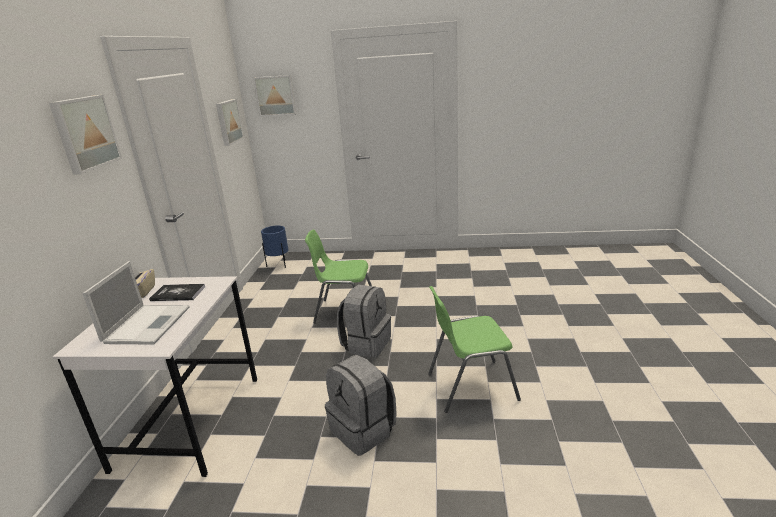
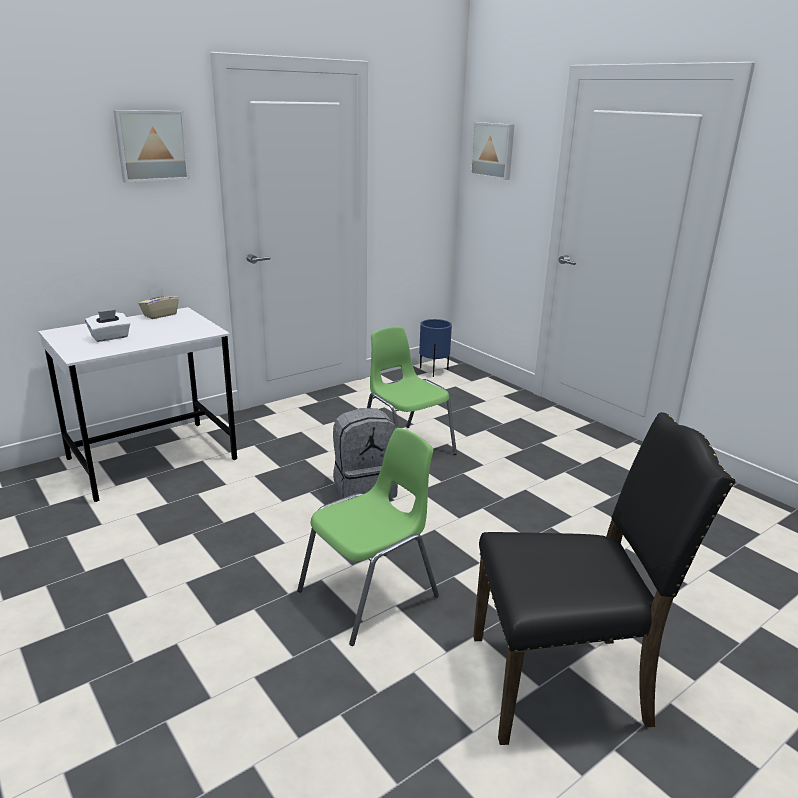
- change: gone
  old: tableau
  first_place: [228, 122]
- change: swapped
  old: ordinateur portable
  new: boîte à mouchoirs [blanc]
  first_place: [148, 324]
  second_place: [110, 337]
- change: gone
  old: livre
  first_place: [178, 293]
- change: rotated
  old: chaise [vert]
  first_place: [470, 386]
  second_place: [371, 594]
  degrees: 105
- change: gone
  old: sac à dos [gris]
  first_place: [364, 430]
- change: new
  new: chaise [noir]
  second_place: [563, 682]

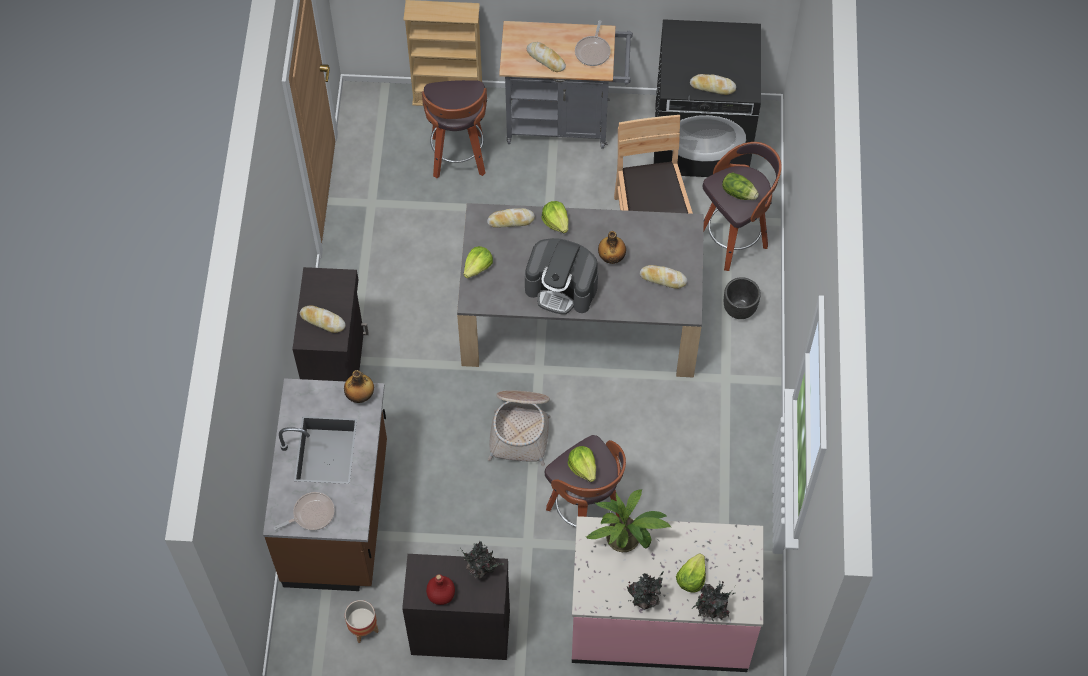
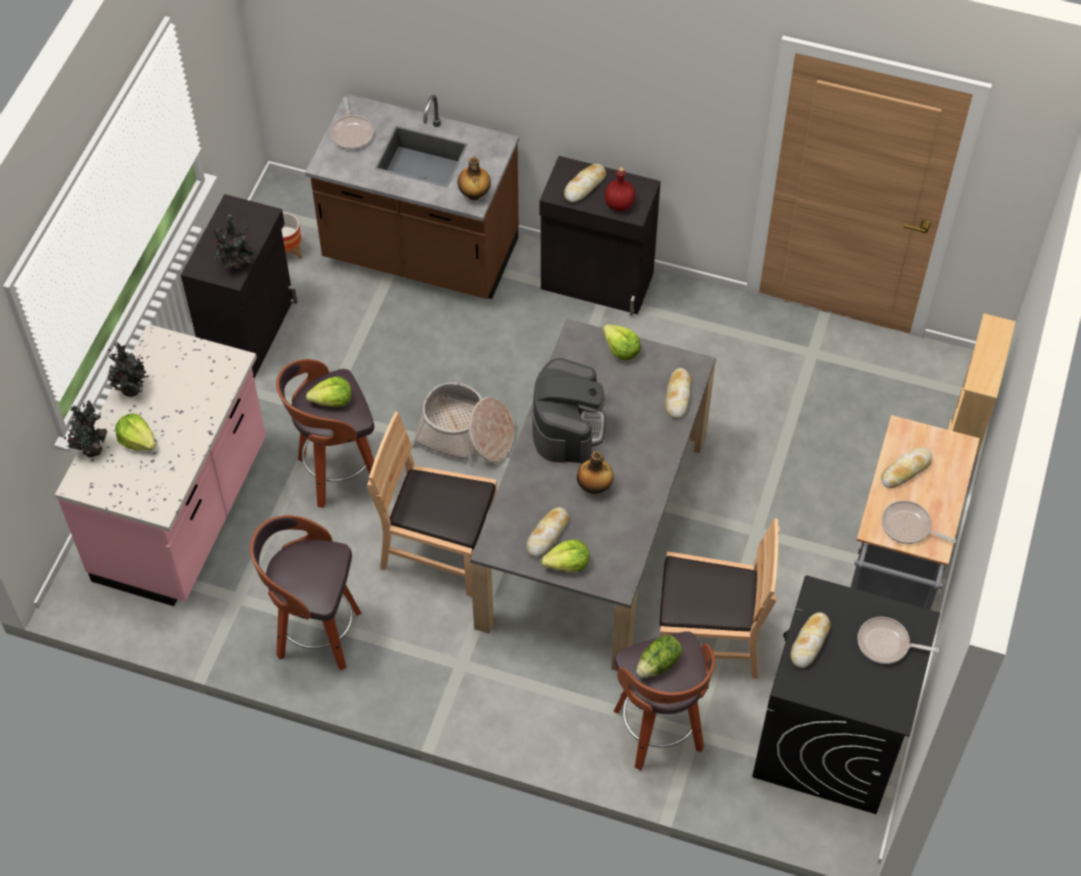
- change: shifted
  old: tabouret
  first_place: [458, 157]
  second_place: [316, 634]
- change: shifted
  old: laitue
  first_place: [556, 222]
  second_place: [568, 564]
- change: rotated
  old: machine à café
  first_place: [562, 287]
  second_place: [567, 426]
  degrees: 150
- change: gone
  old: cache-pot [noir]
  first_place: [740, 309]
- change: gone
  old: plante en pot
  first_place: [627, 539]
- change: shifted
  old: bouteille [rouge]
  first_place: [440, 594]
  second_place: [619, 204]
- change: new
  new: chaise [marron]
  second_place: [439, 549]
- change: new
  new: poêle
  second_place: [886, 644]

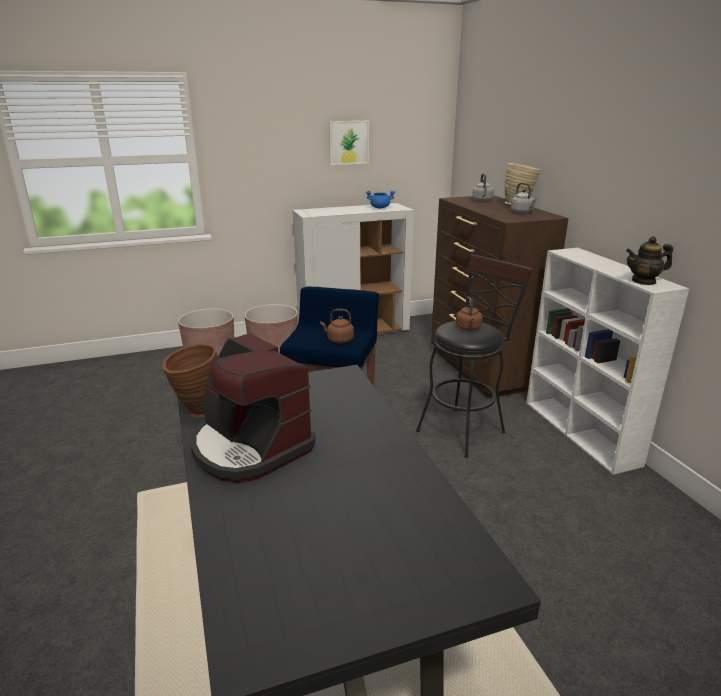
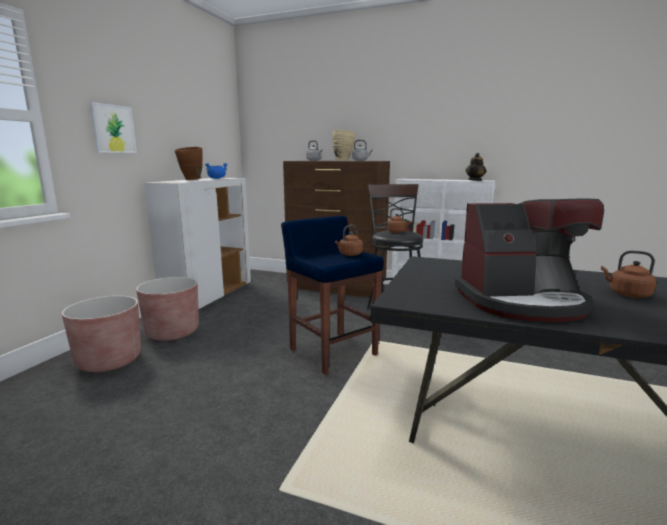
- change: shifted
  old: tableau
  first_place: [348, 142]
  second_place: [113, 129]
- change: shifted
  old: vase [marron]
  first_place: [197, 412]
  second_place: [191, 179]
- change: new
  new: bouilloire [marron]
  second_place: [627, 294]

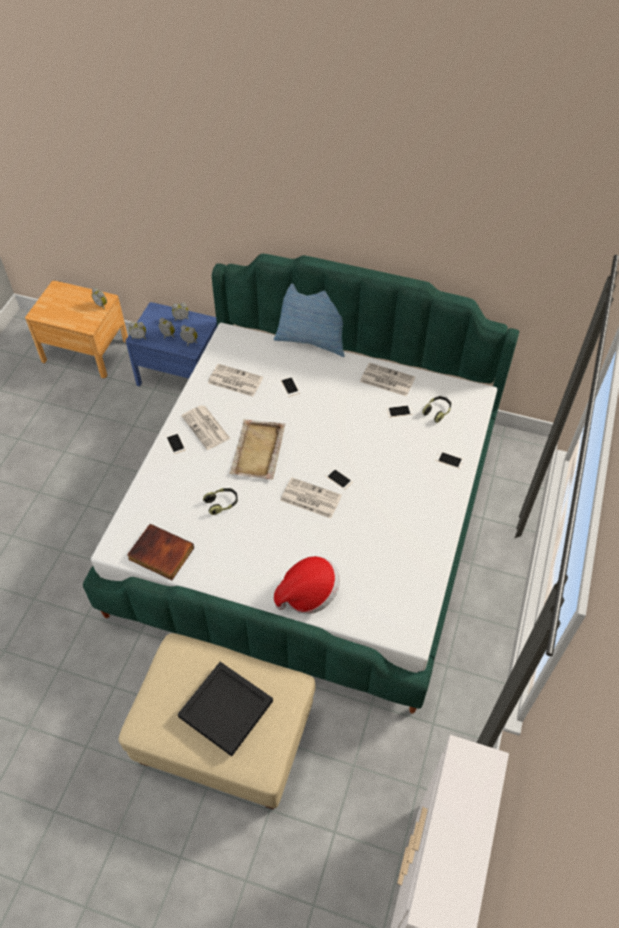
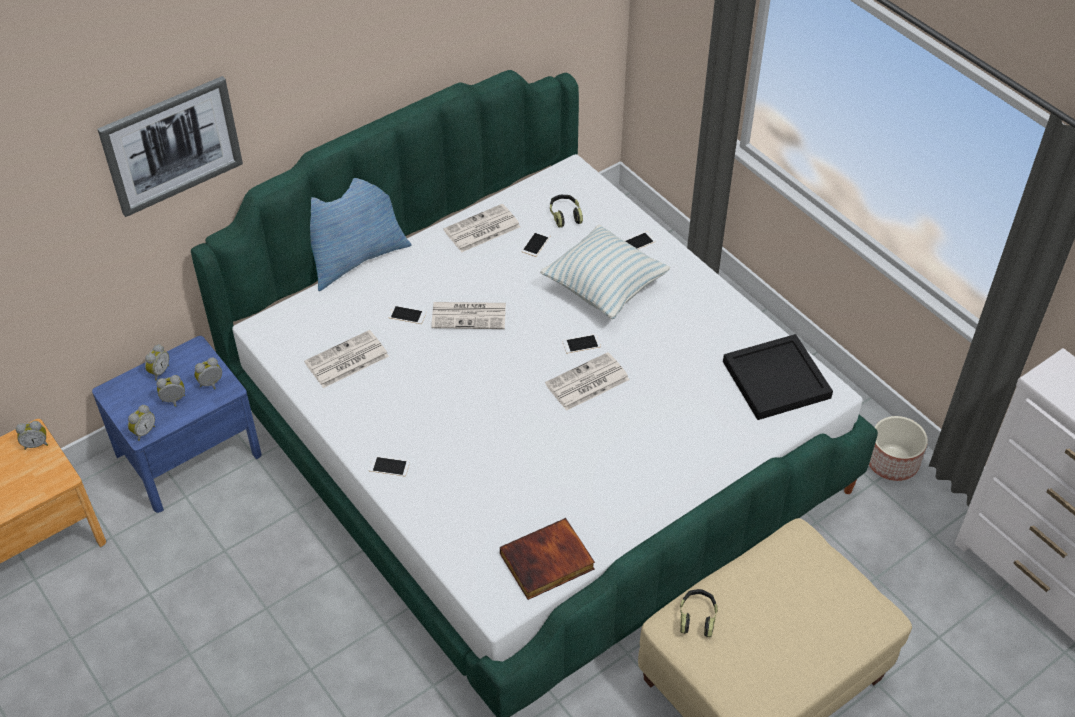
- change: shifted
  old: journal
  first_place: [206, 428]
  second_place: [470, 315]
- change: gone
  old: plateau [beige]
  first_place: [257, 451]
- change: shifted
  old: casque audio
  first_place: [222, 503]
  second_place: [697, 617]
- change: gone
  old: chapeau
  first_place: [308, 593]
- change: shifted
  old: plateau [noir]
  first_place: [227, 709]
  second_place: [776, 379]
- change: new
  new: tableau
  second_place: [172, 145]
- change: new
  new: coussin
  second_place: [604, 289]
- change: new
  new: cache-pot
  second_place: [893, 462]

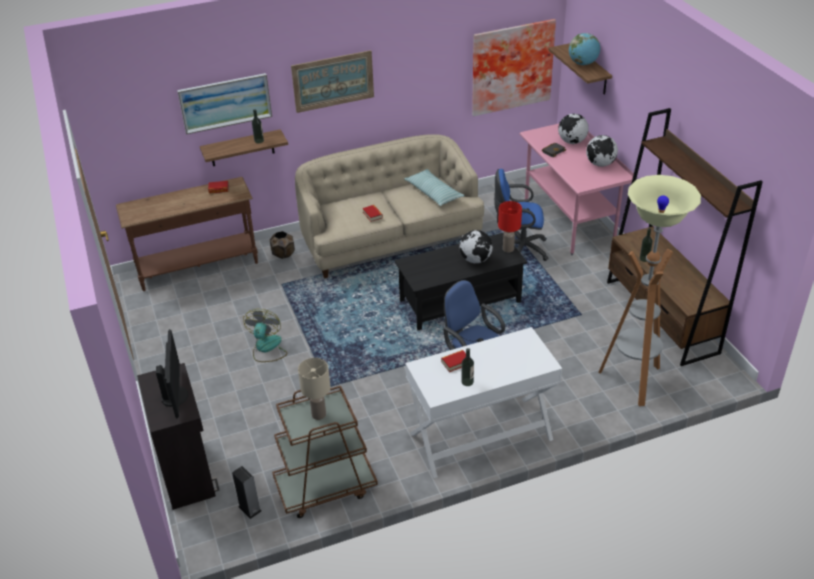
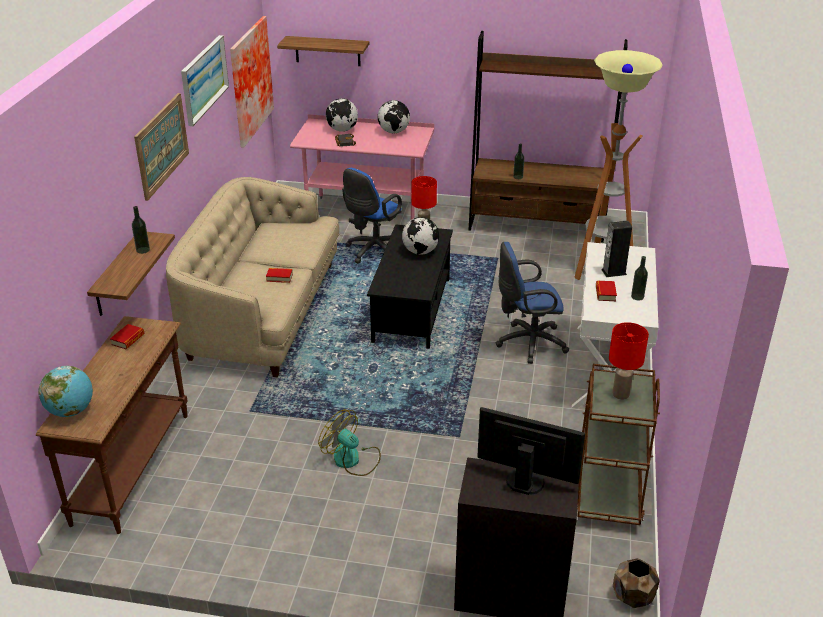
- change: shifted
  old: globe
  first_place: [583, 64]
  second_place: [71, 411]
- change: shifted
  old: tableau
  first_place: [225, 102]
  second_place: [204, 79]
- change: gone
  old: coussin
  first_place: [433, 193]
- change: shifted
  old: cache-pot [marron]
  first_place: [283, 254]
  second_place: [633, 597]
- change: repainted
  old: lampe de table [beige]
  new: lampe de table [rouge]
  first_place: [318, 414]
  second_place: [620, 394]
- change: shifted
  old: enceinte
  first_place: [250, 508]
  second_place: [614, 272]

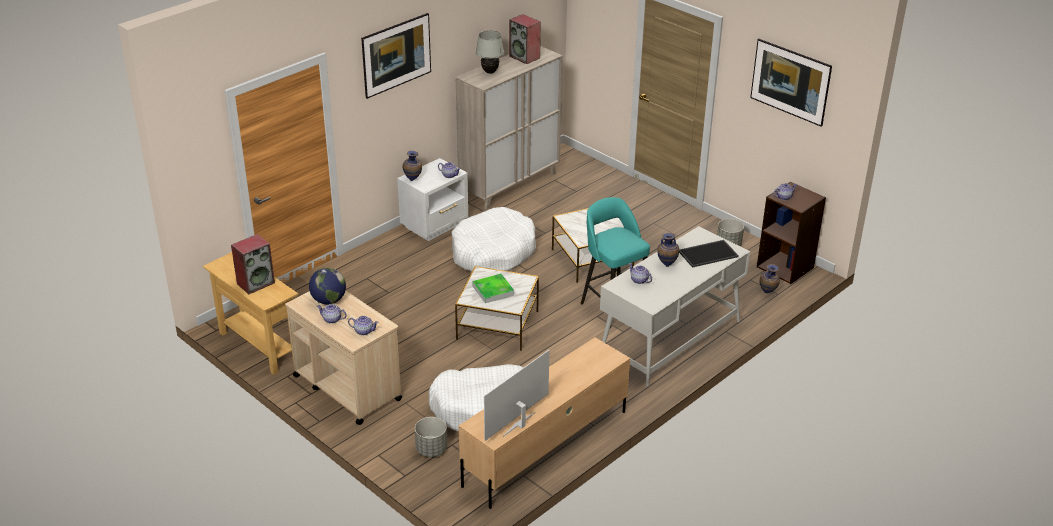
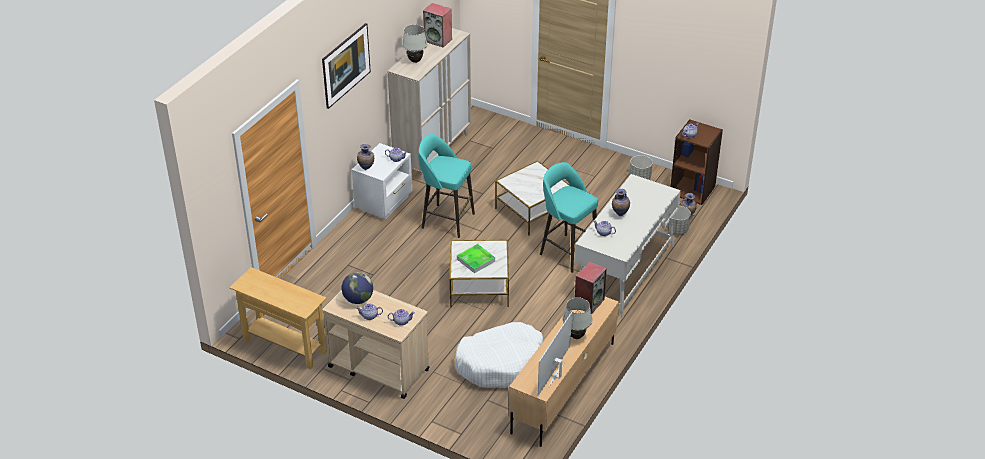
- change: gone
  old: tableau
  first_place: [788, 96]
- change: swapped
  old: panier pour chien [blanc]
  new: tabouret [turquoise]
  first_place: [493, 252]
  second_place: [446, 220]
- change: shifted
  old: enceinte
  first_place: [256, 283]
  second_place: [589, 302]
- change: gone
  old: plateau
  first_place: [708, 253]
- change: shifted
  old: cache-pot [gris]
  first_place: [431, 449]
  second_place: [677, 229]
- change: new
  new: lampe de table [blanc]
  second_place: [576, 336]

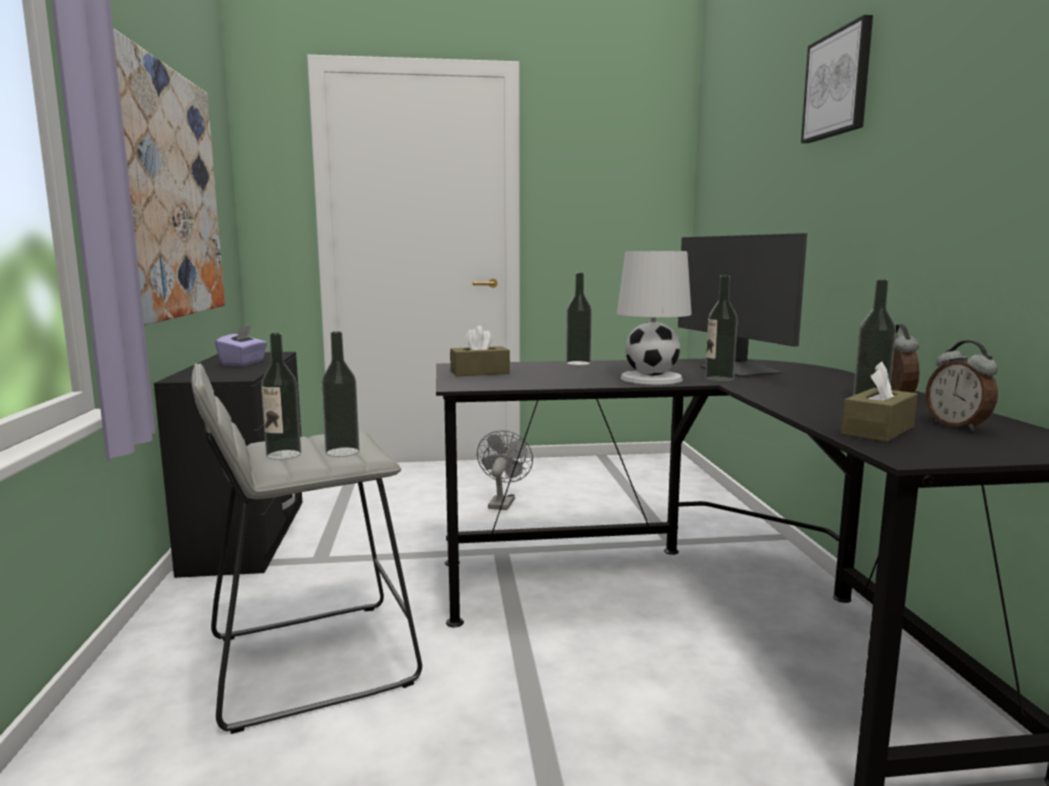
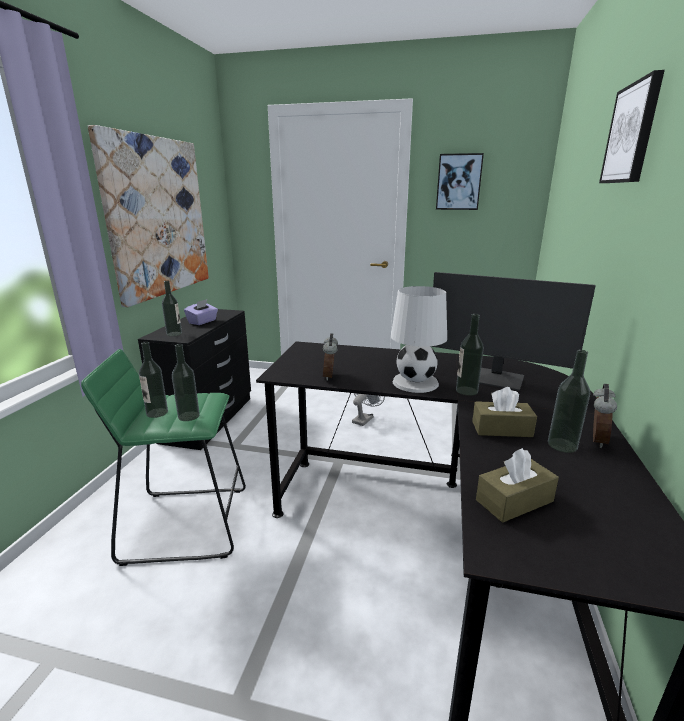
- change: rotated
  old: écran d'ordinateur
  first_place: [738, 370]
  second_place: [496, 379]
  degrees: -60
- change: shifted
  old: bouteille
  first_place: [578, 363]
  second_place: [174, 334]
- change: shifted
  old: boîte à mouchoirs [marron]
  first_place: [480, 372]
  second_place: [501, 429]
- change: shifted
  old: réveil
  first_place: [958, 426]
  second_place: [330, 376]
- change: repainted
  old: tabouret [gris]
  new: tabouret [vert]
  first_place: [312, 660]
  second_place: [187, 522]
- change: new
  new: tableau
  second_place: [458, 182]

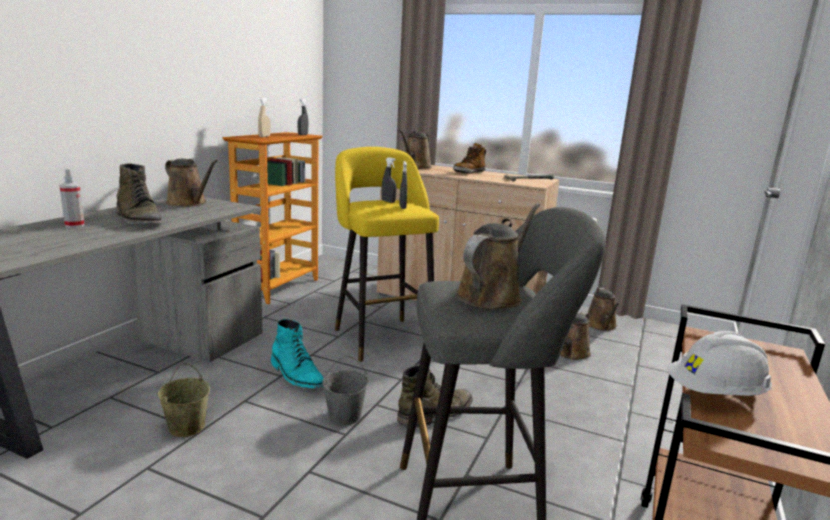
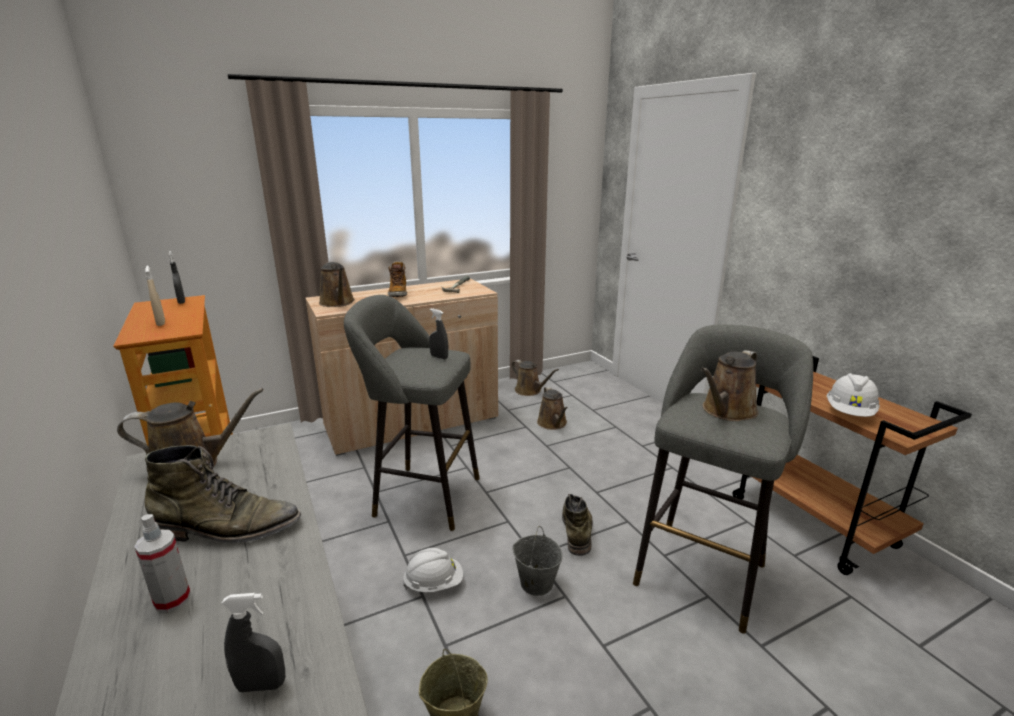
- change: repainted
  old: tabouret [jaune]
  new: tabouret [gris]
  first_place: [380, 336]
  second_place: [421, 495]
- change: shifted
  old: vaporisateur [gris]
  first_place: [388, 201]
  second_place: [261, 685]
- change: rotated
  old: arrosoir [marron]
  first_place: [492, 295]
  second_place: [727, 411]
  degrees: -120
- change: swapped
  old: botte [turquoise]
  new: casque de chantier [blanc]
  first_place: [296, 375]
  second_place: [434, 584]

